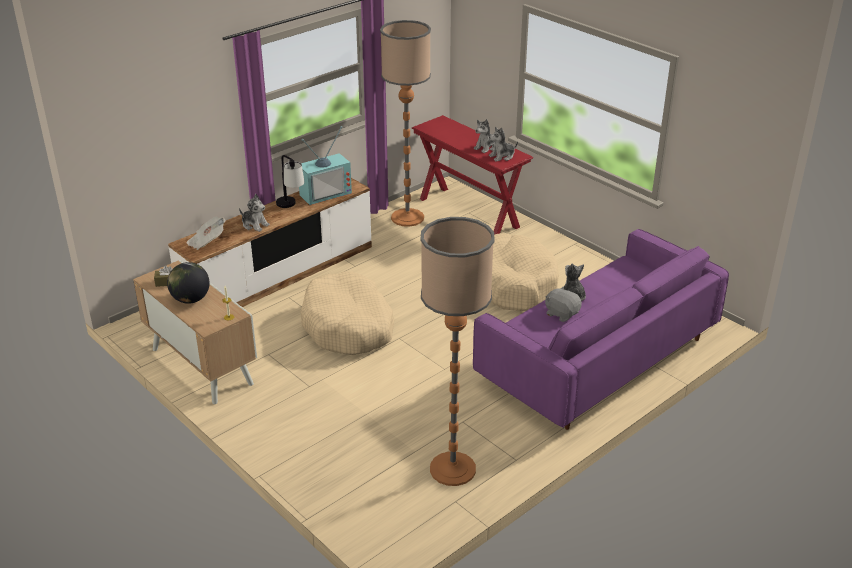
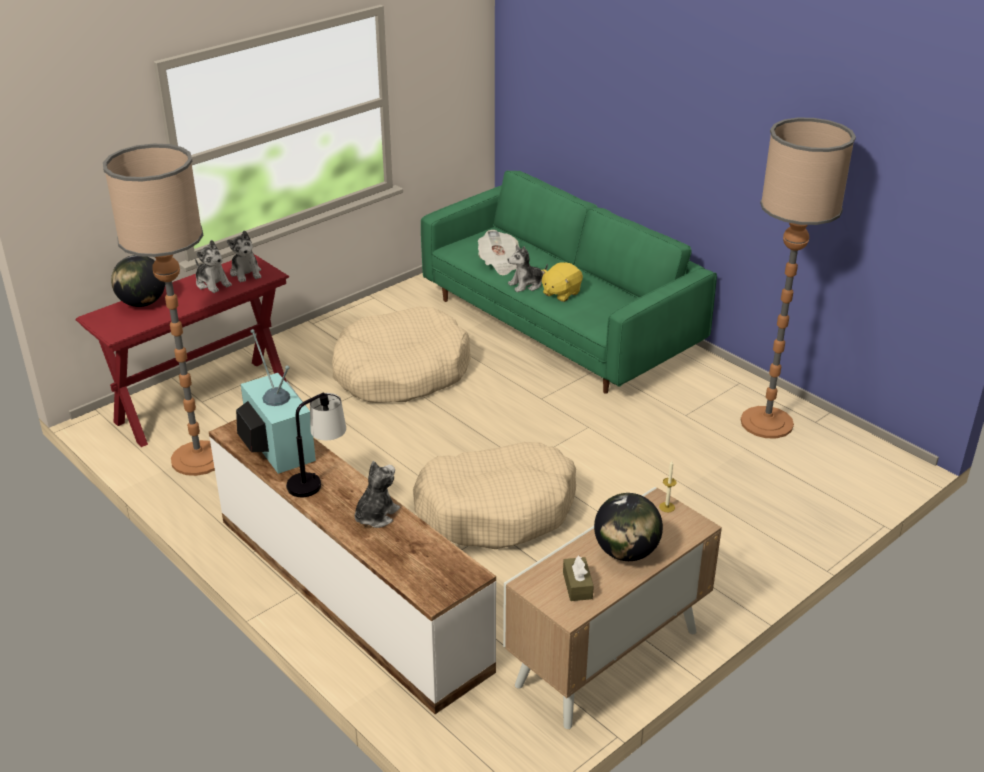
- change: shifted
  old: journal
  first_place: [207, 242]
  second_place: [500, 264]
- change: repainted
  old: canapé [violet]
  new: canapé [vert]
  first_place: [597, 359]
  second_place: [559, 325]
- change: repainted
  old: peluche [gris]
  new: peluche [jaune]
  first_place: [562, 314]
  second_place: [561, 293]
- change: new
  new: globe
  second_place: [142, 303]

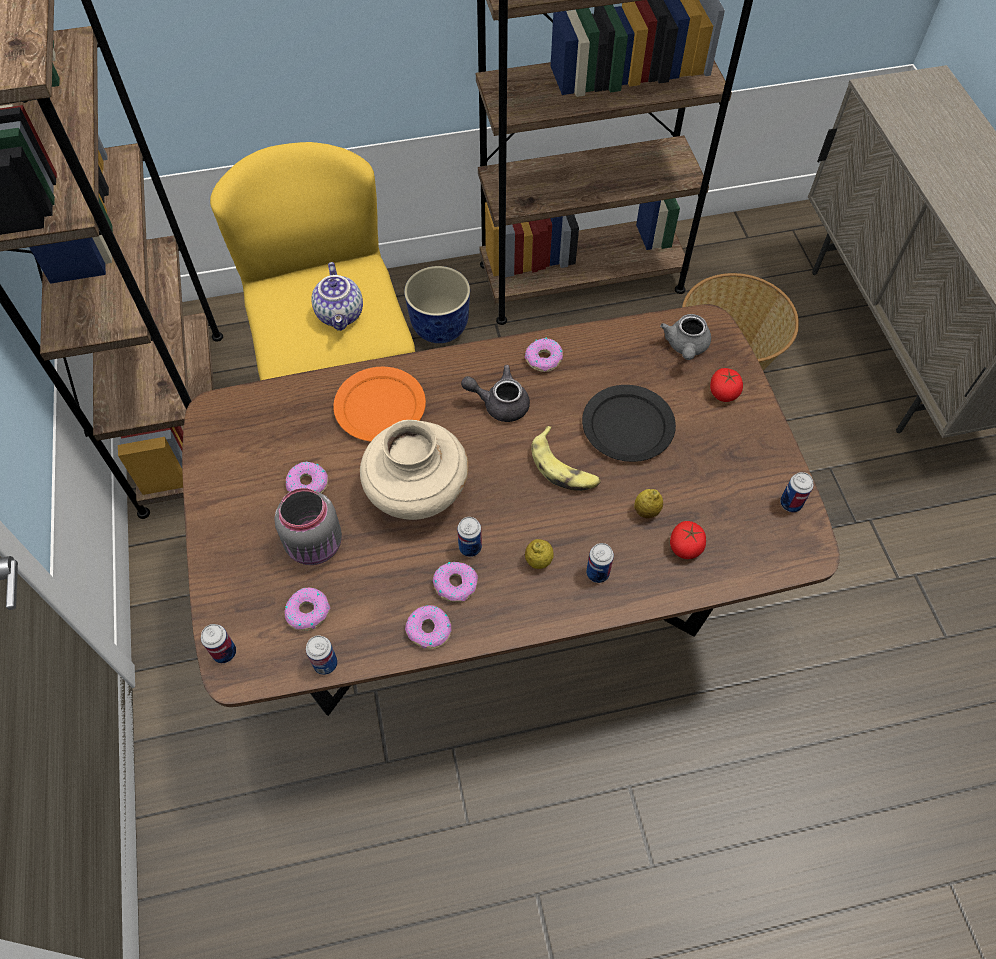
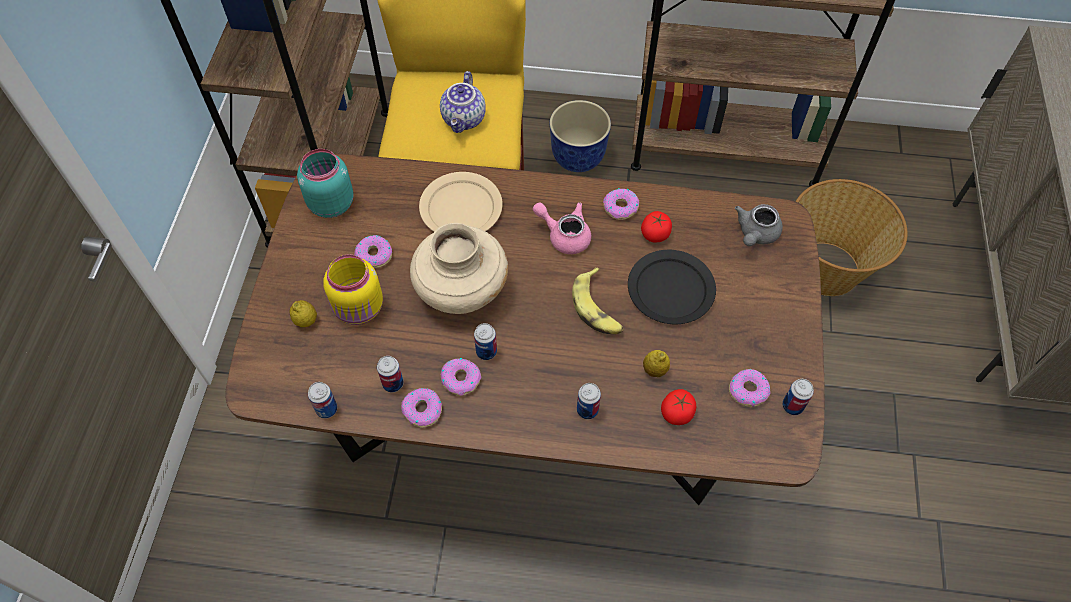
- change: repainted
  old: théière [gris]
  new: théière [rose]
  first_place: [499, 403]
  second_place: [564, 235]
- change: repainted
  old: assiette [orange]
  new: assiette [beige]
  first_place: [380, 407]
  second_place: [461, 208]
- change: shifted
  old: tomate
  first_place: [724, 392]
  second_place: [655, 233]
- change: repainted
  old: bocal [gris]
  new: bocal [jaune]
  first_place: [316, 546]
  second_place: [360, 309]
- change: shifted
  old: citron
  first_place: [538, 561]
  second_place: [306, 321]
- change: shifted
  old: beignet
  first_place: [308, 612]
  second_place: [748, 390]
- change: shifted
  old: boîte métallique
  first_place: [224, 652]
  second_place: [393, 383]
- change: new
  new: bocal [turquoise]
  second_place: [330, 203]

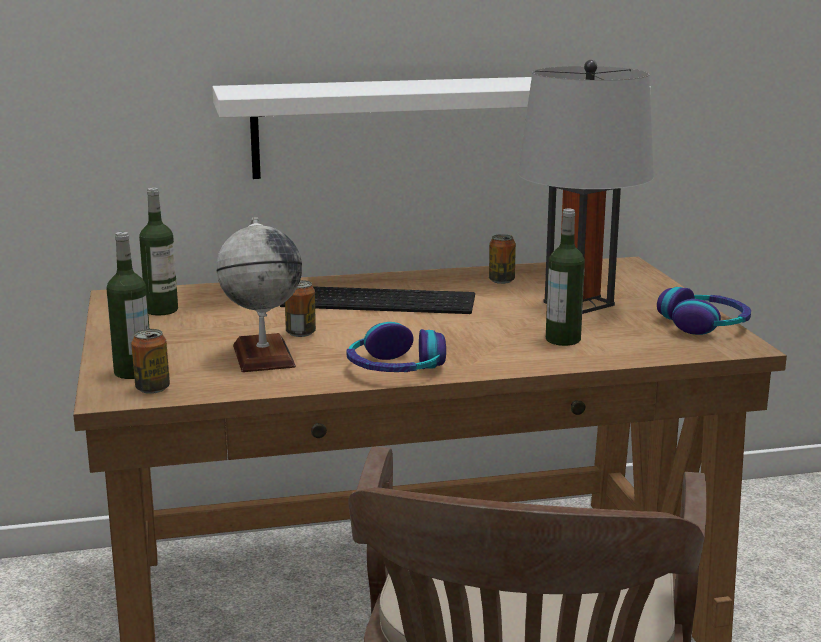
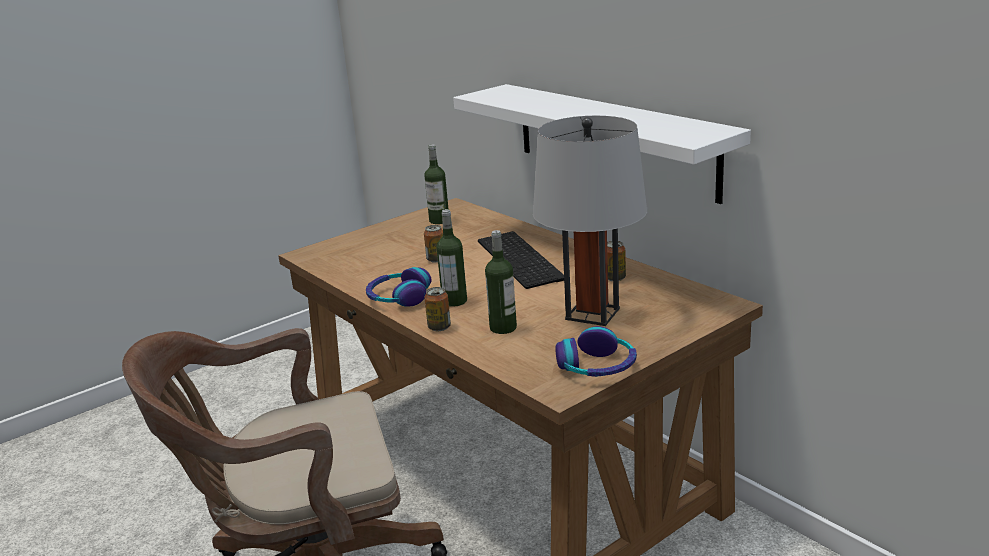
- change: gone
  old: globe
  first_place: [263, 356]
- change: shifted
  old: bouteille
  first_place: [133, 372]
  second_place: [454, 301]
- change: shifted
  old: boîte métallique
  first_place: [152, 389]
  second_place: [439, 327]

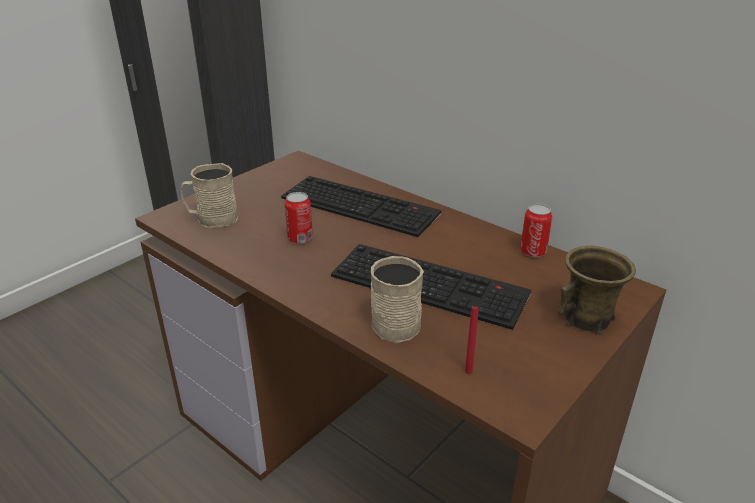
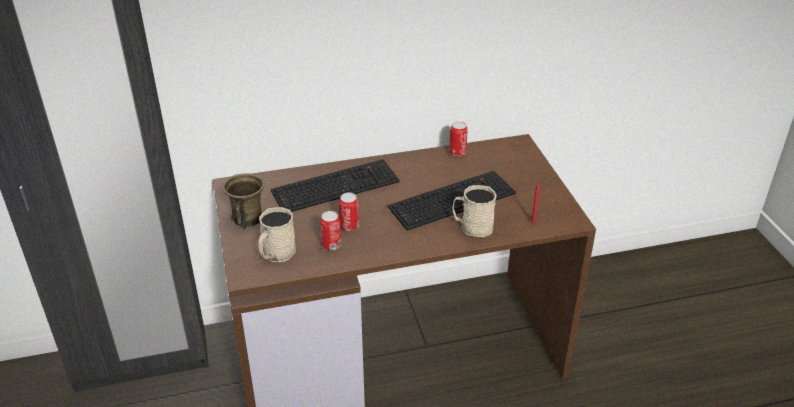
- change: shifted
  old: mug [marron]
  first_place: [588, 318]
  second_place: [248, 218]
- change: new
  new: boîte métallique
  second_place: [331, 245]

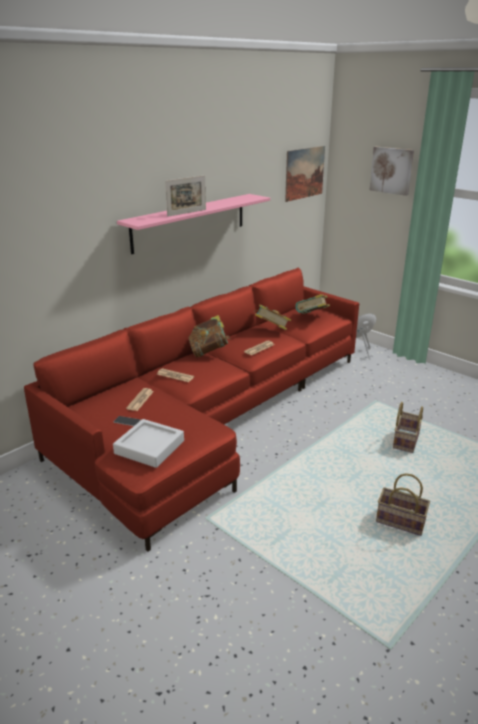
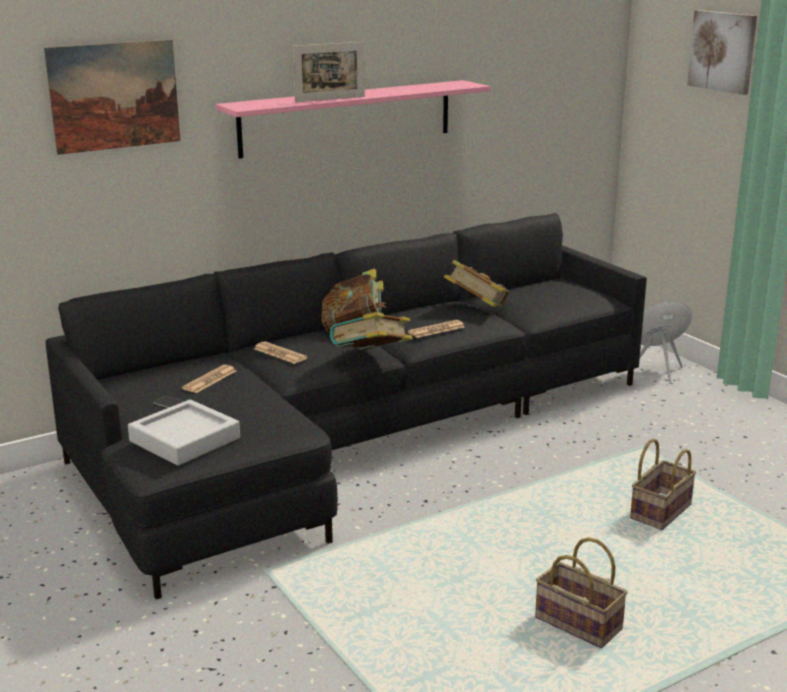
- change: shifted
  old: tableau
  first_place: [304, 173]
  second_place: [114, 96]
- change: repainted
  old: canapé [rouge]
  new: canapé [noir]
  first_place: [213, 417]
  second_place: [352, 437]
- change: shifted
  old: livre
  first_place: [312, 318]
  second_place: [371, 359]

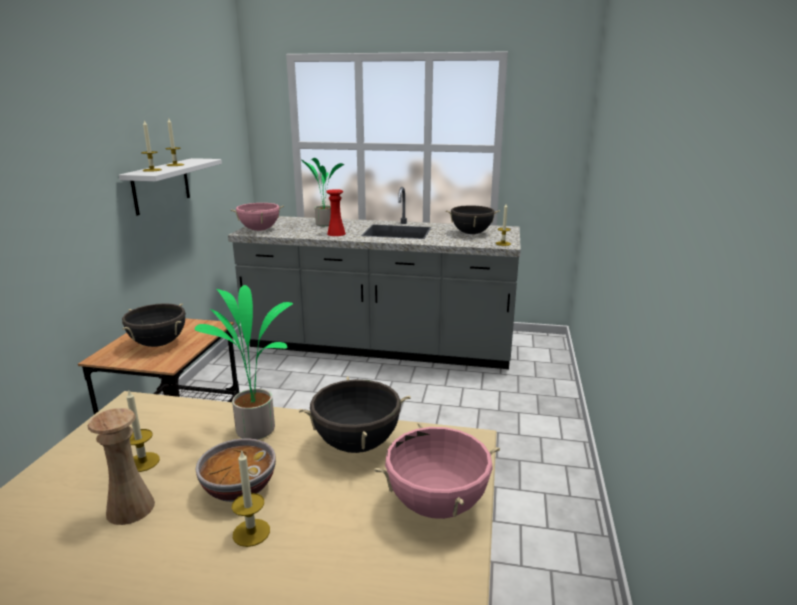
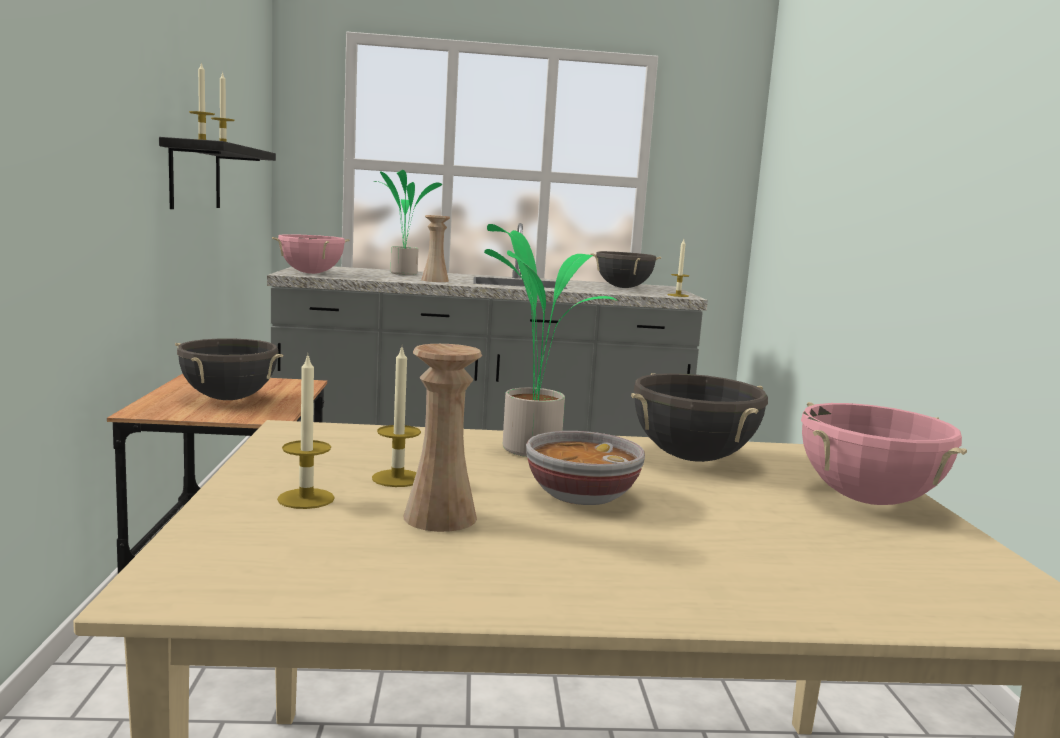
- change: repainted
  old: étagère [blanc]
  new: étagère [noir]
  first_place: [161, 185]
  second_place: [195, 176]
- change: repainted
  old: vase [rouge]
  new: vase [beige]
  first_place: [336, 234]
  second_place: [435, 280]
- change: shifted
  old: bougie
  first_place: [251, 532]
  second_place: [306, 499]

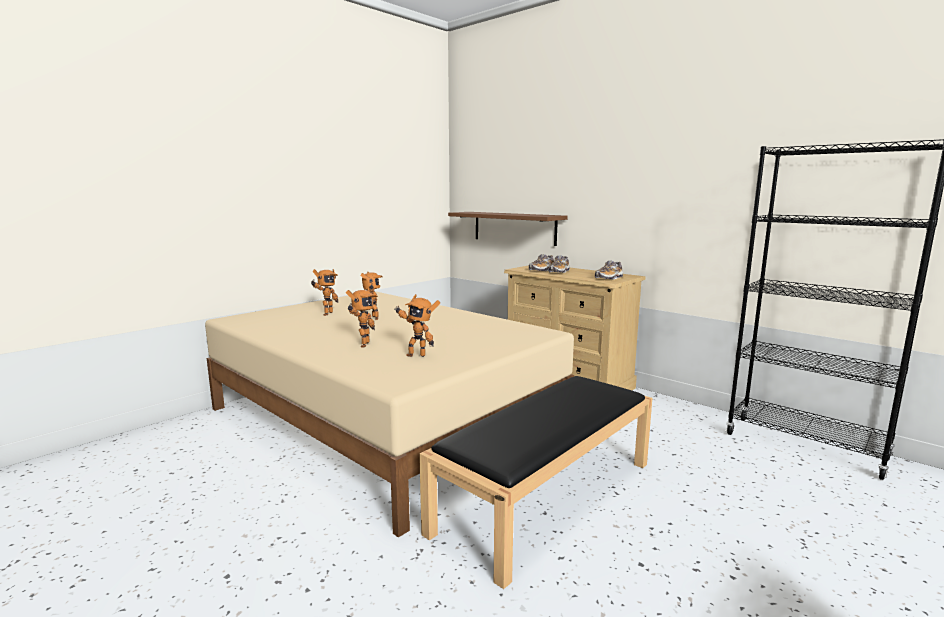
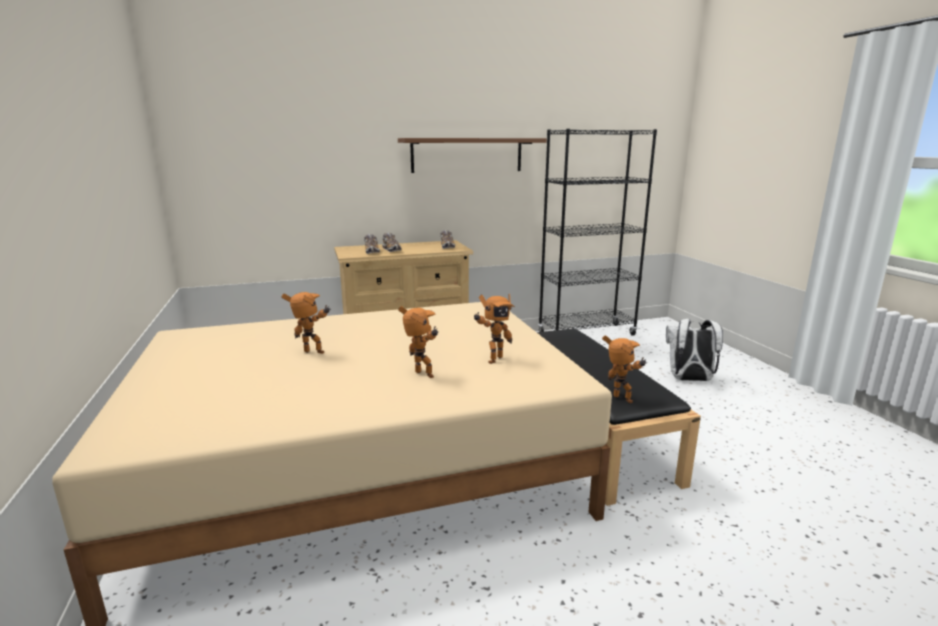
- change: shifted
  old: étagère [marron]
  first_place: [514, 227]
  second_place: [467, 155]
- change: shifted
  old: robot jouet
  first_place: [326, 313]
  second_place: [621, 400]
- change: new
  new: sac à dos [blanc]
  second_place: [689, 380]

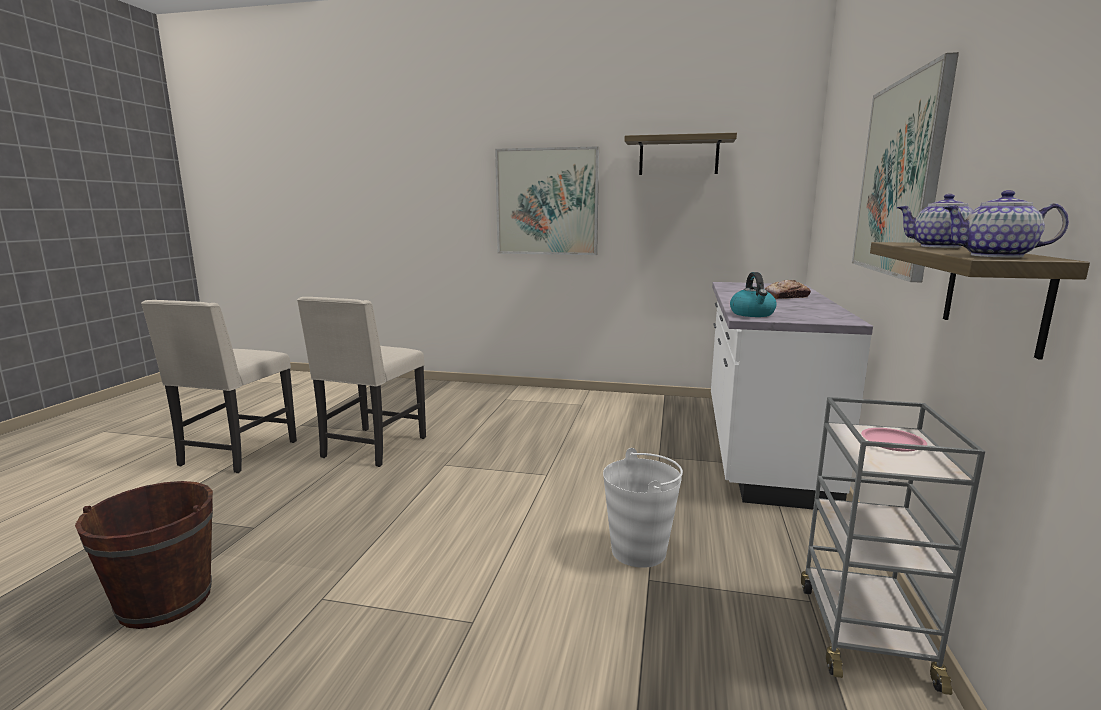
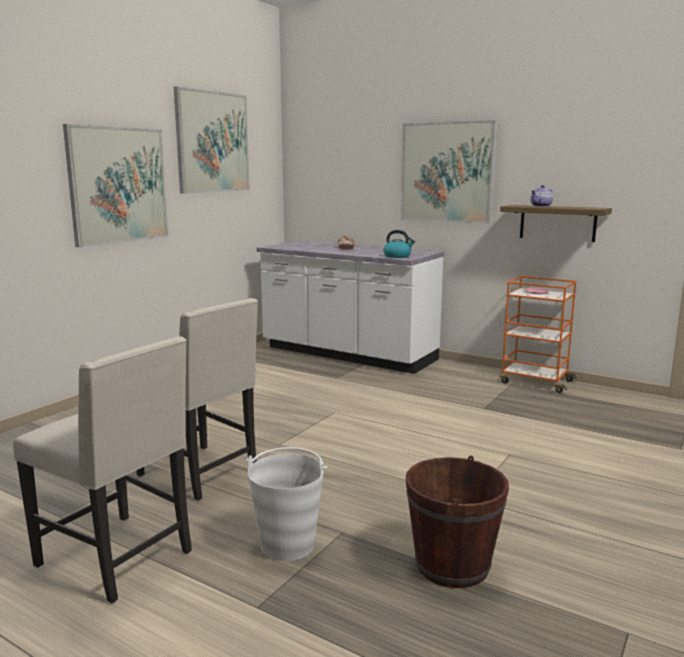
- change: swapped
  old: étagère
  new: tableau
  first_place: [678, 156]
  second_place: [212, 142]
- change: gone
  old: théière
  first_place: [997, 256]
- change: repainted
  old: chariot [gris]
  new: chariot [orange]
  first_place: [863, 632]
  second_place: [535, 382]
- change: shifted
  old: seau [blanc]
  first_place: [639, 551]
  second_place: [288, 545]

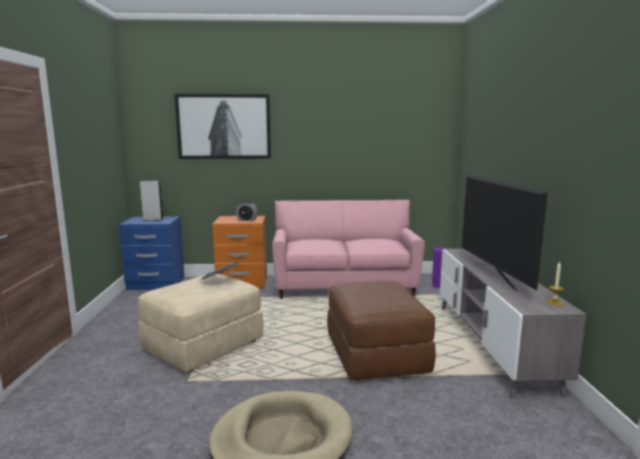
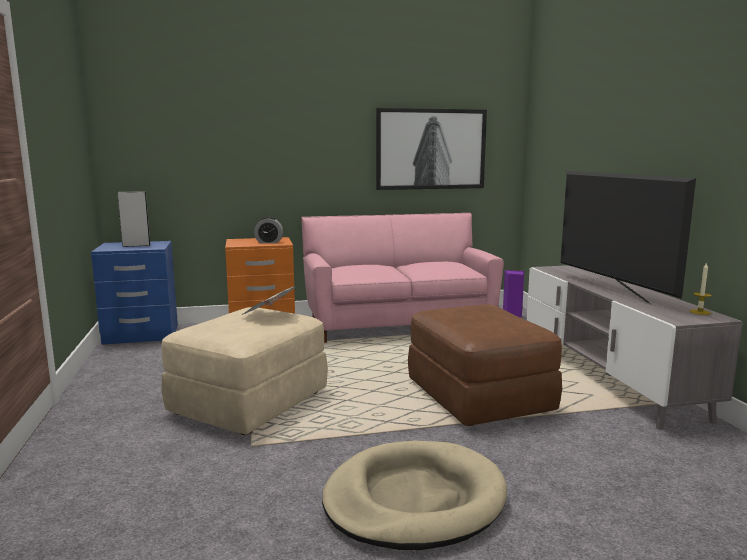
- change: shifted
  old: tableau
  first_place: [224, 126]
  second_place: [431, 149]

